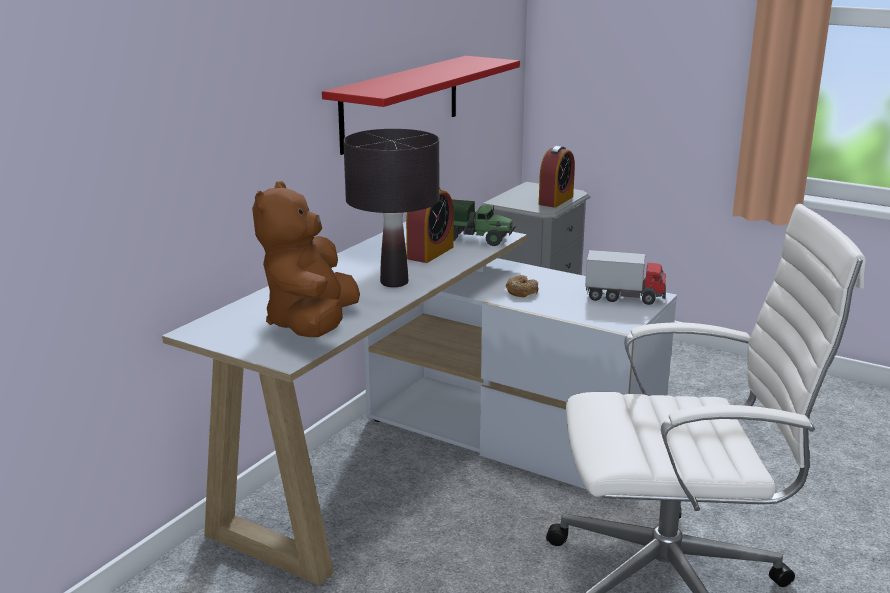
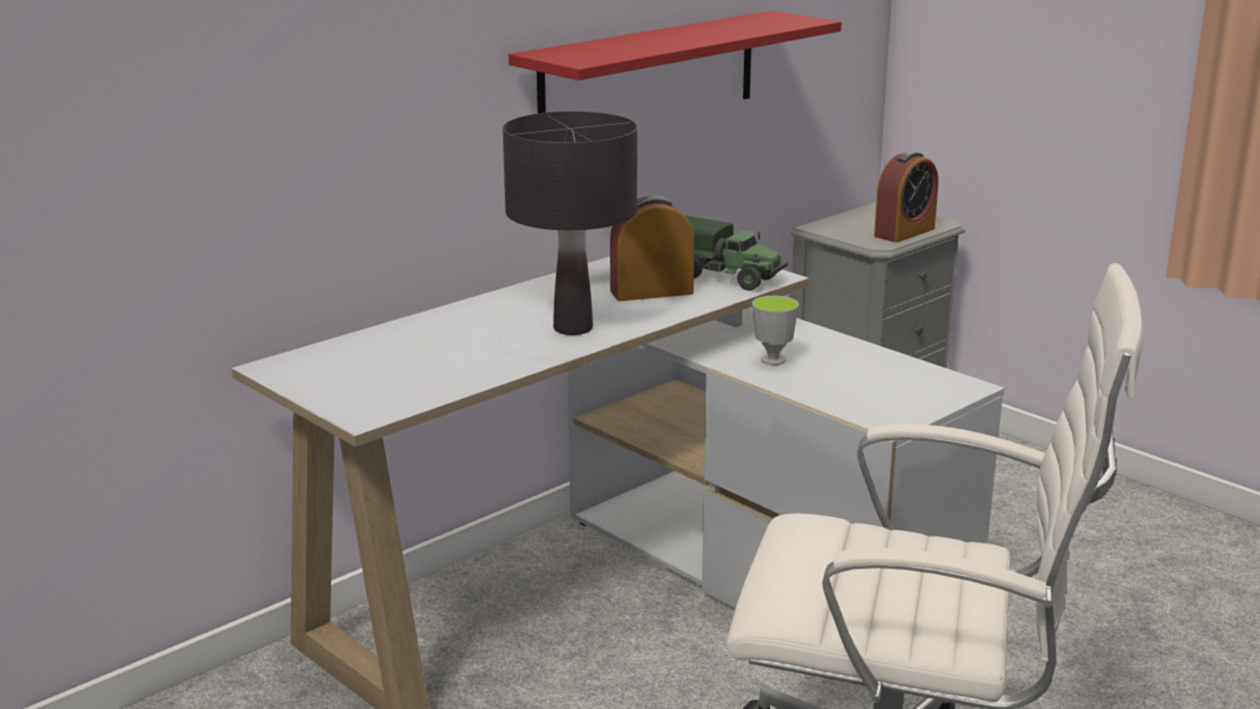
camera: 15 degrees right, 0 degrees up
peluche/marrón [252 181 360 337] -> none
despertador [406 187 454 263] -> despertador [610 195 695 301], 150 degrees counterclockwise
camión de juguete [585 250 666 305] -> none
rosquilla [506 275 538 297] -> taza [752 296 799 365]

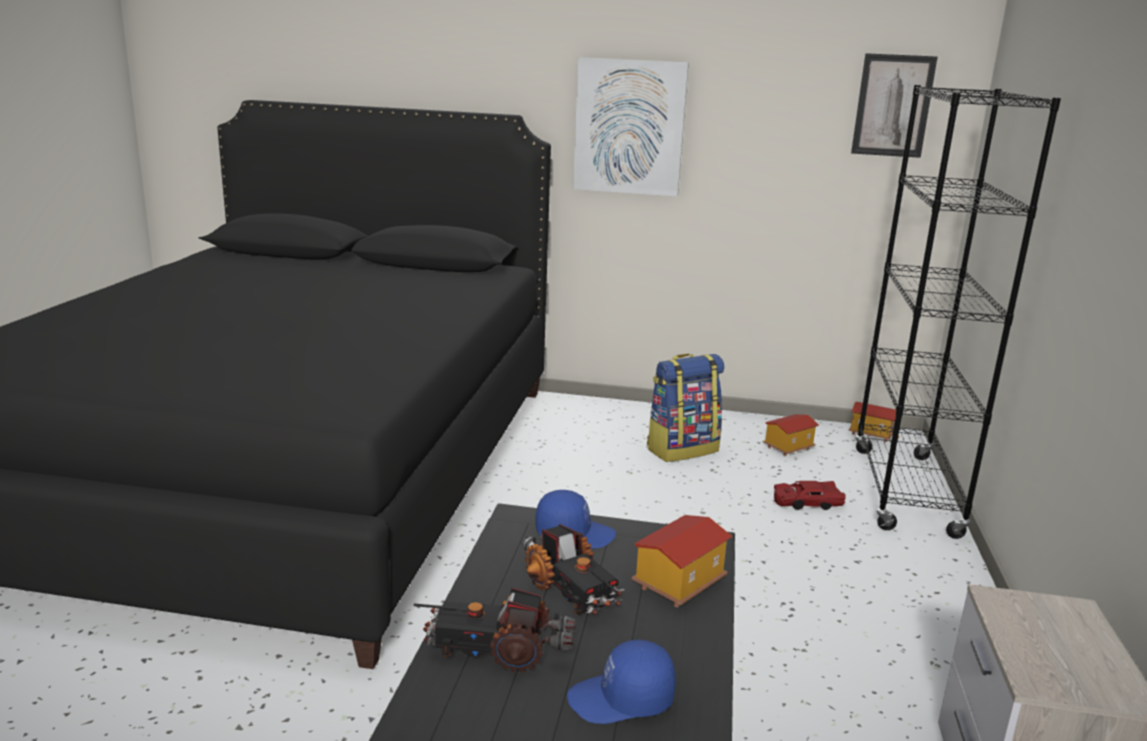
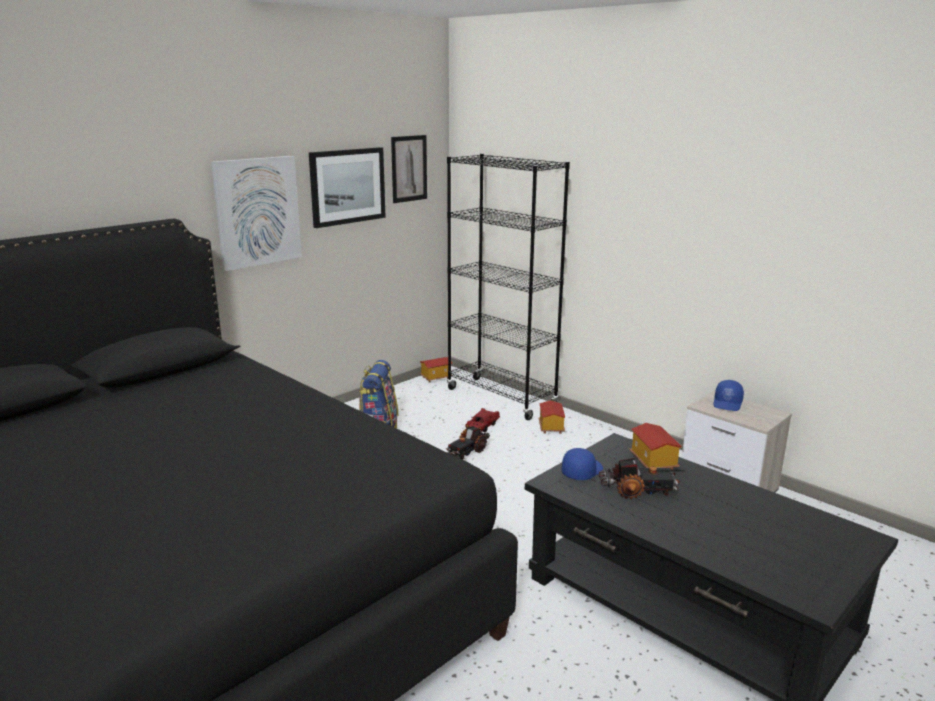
camera: 55 degrees left, 0 degrees up
casita [763 414 819 456] -> casita [539 400 565 434], relocated
camión de juguete [414 587 576 673] -> camión de juguete [446 426 490 459], relocated
gorra/azul [567 640 676 724] -> gorra/azul [713 380 744 411], relocated
none -> cuadro [309 147 386 228]

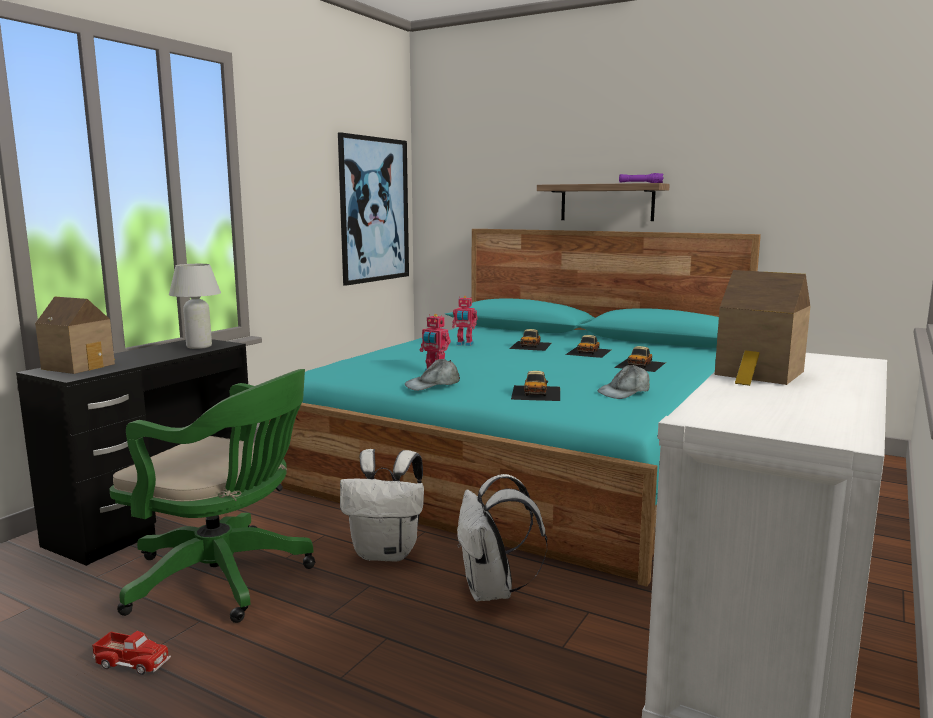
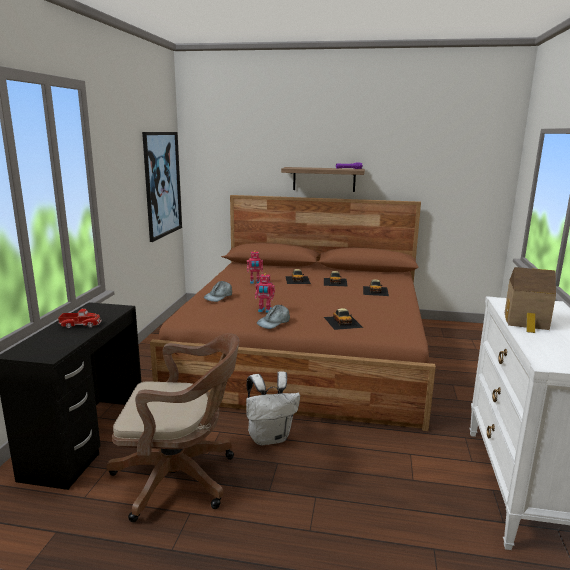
camera: 20 degrees left, 5 degrees up
cama/turquesa [269 229 761 587] -> cama/marrón [150 195 436 431]
lámpara de mesa/blanco [169 264 221 349] -> none
casita [35 296 115 374] -> none
gorra/gris [598 365 650 399] -> gorra/gris [204 281 232 302], relocated
silla de oficina/verde [109 369 315 623] -> silla de oficina/marrón [107 333 239 522]
mochila/blanco [457 474 547 602] -> none
camión de juguete [92 631 171 675] -> camión de juguete [58 309 102 329], relocated

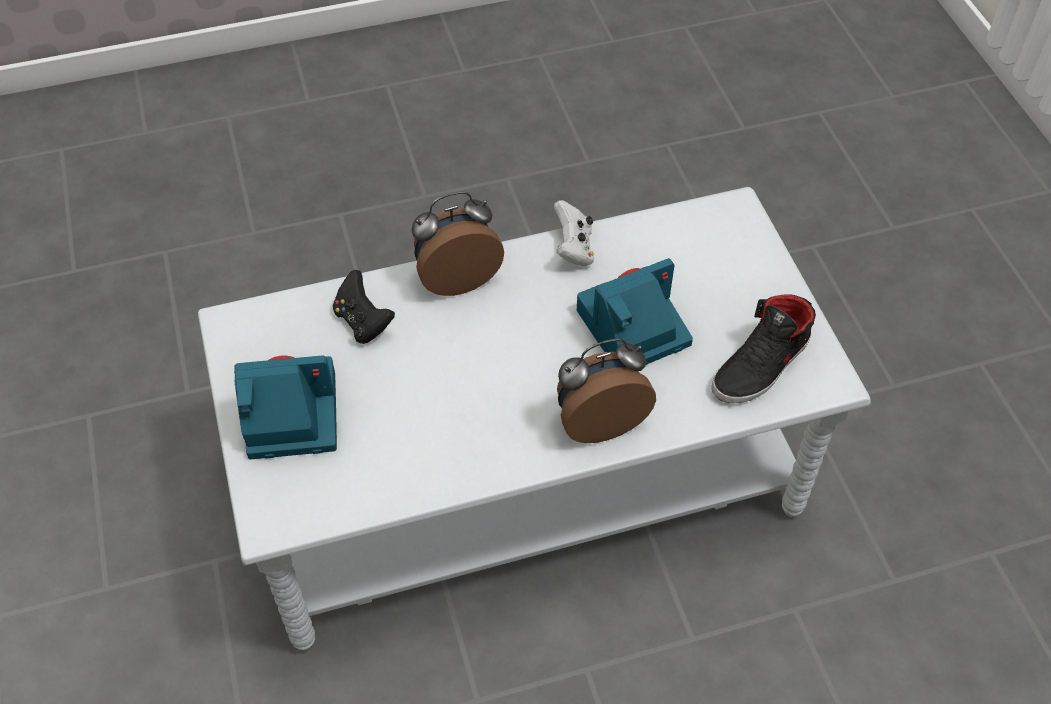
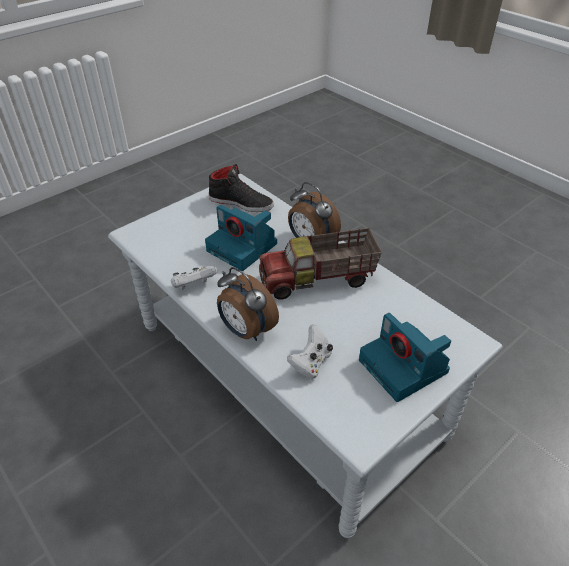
camera: 115 degrees left, 10 degrees down
mando de consola/negro [333 270 395 344] -> mando de consola/blanco [287 324 333 379]
none -> camión de juguete [259 228 382 300]

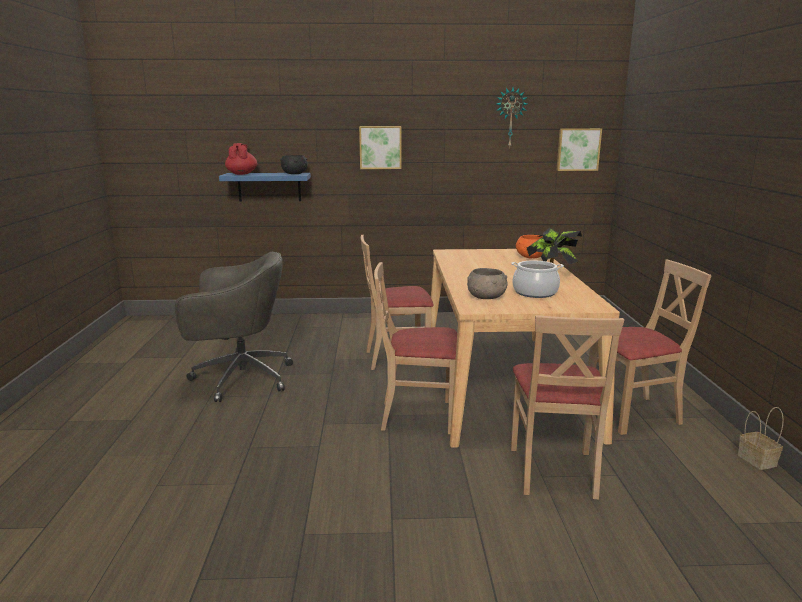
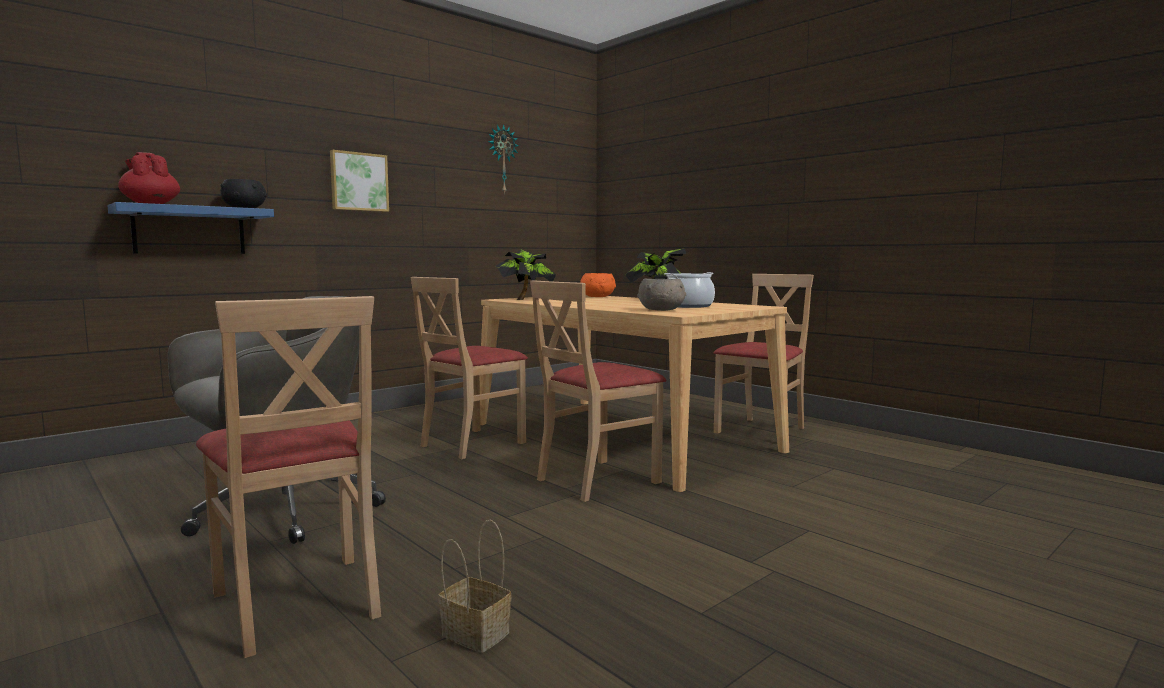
camera: 40 degrees left, 10 degrees down
cuadro [557 128 602 171] -> none
silla/beis [511 315 624 499] -> silla/beis [196 296 381 658], relocated
cesta [738 407 784 470] -> cesta [438 519 511 653], relocated
none -> planta en maceta [496 249 556 300]

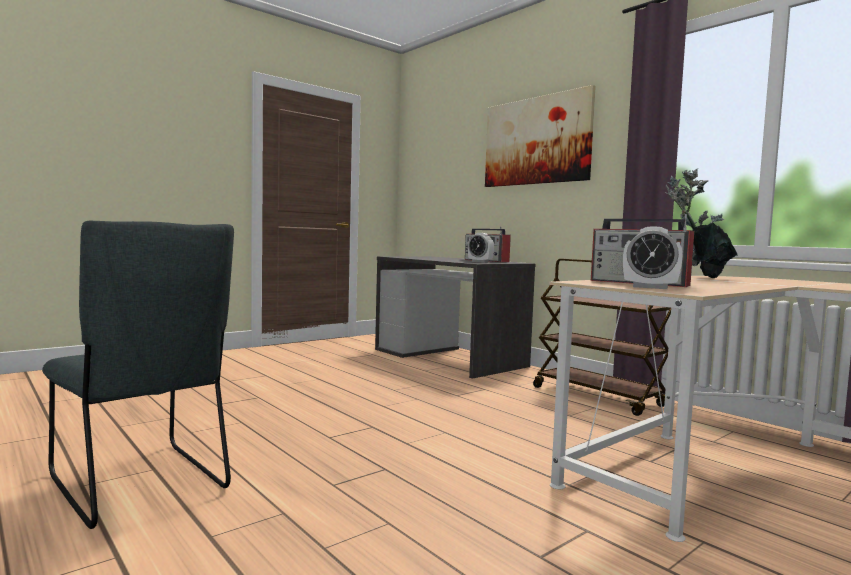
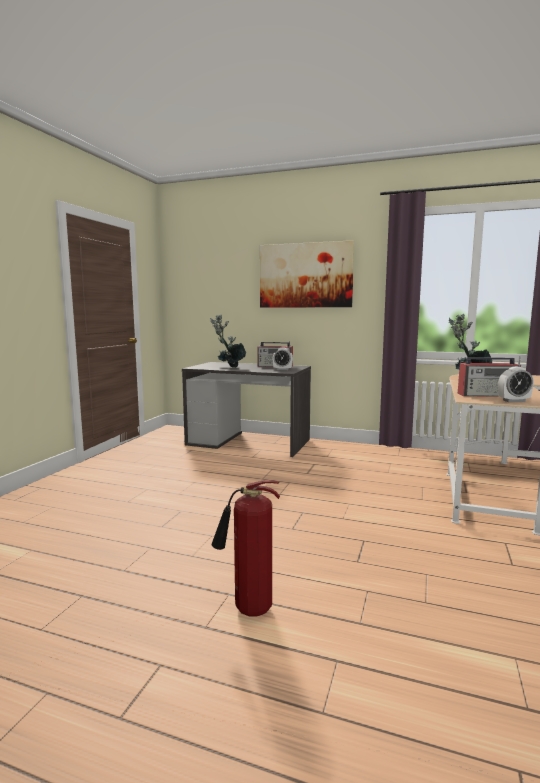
camera: 30 degrees left, 5 degrees up
silla/gris [42 221 234 529] -> extintor [212 480 280 616]
carrito/marrón [533 259 671 416] -> none
none -> planta en maceta [210 315 246 368]

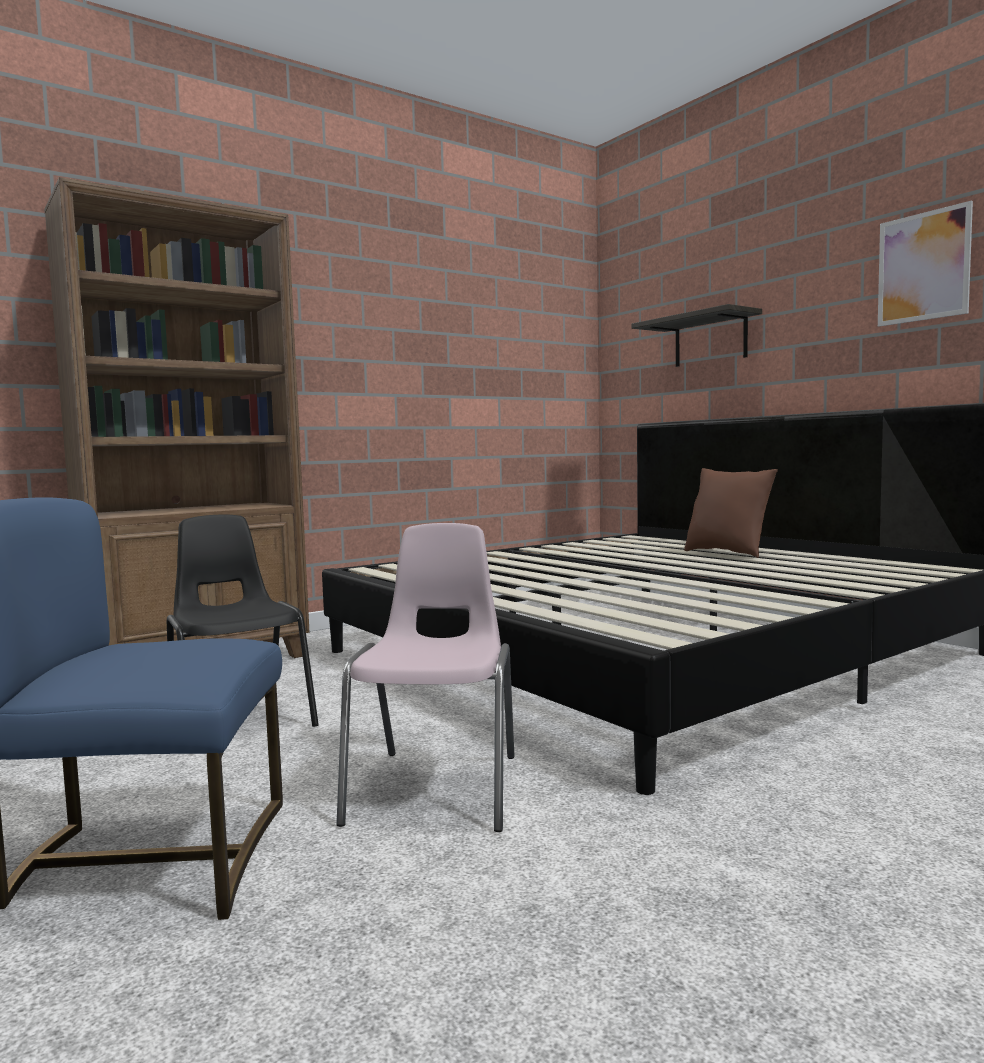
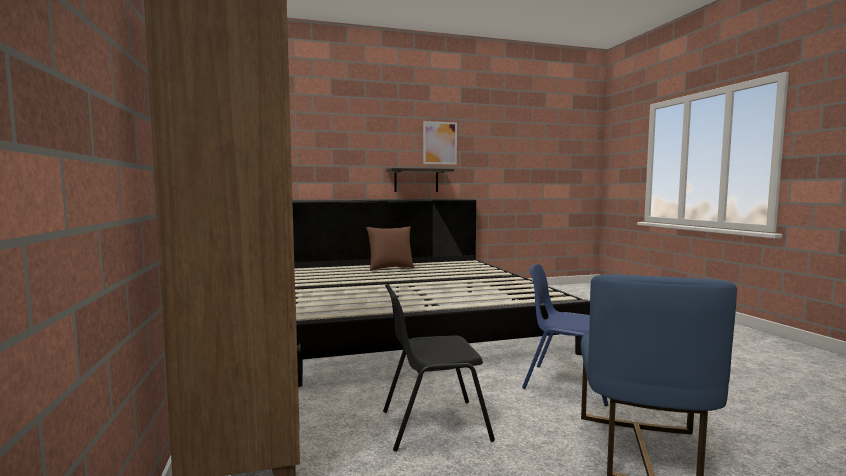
camera: 70 degrees left, 0 degrees up
estante [631 304 762 367] -> estante [386 168 454 192], relocated
silla/rosa [336 523 514 832] -> silla/azul [522 264 608 406]

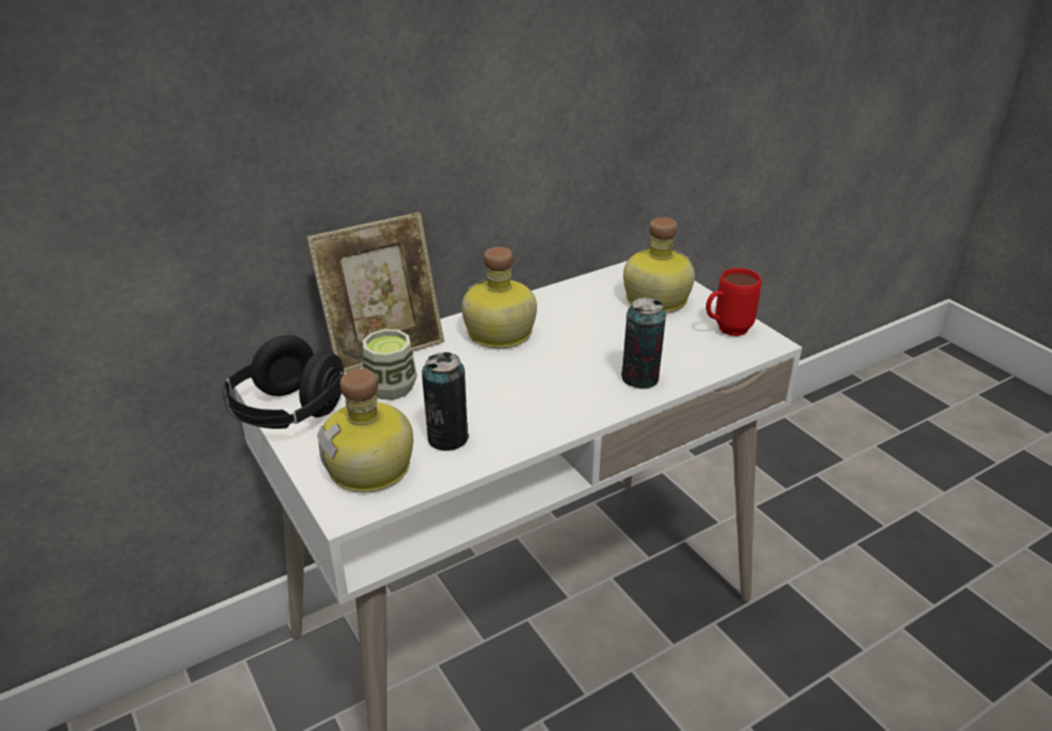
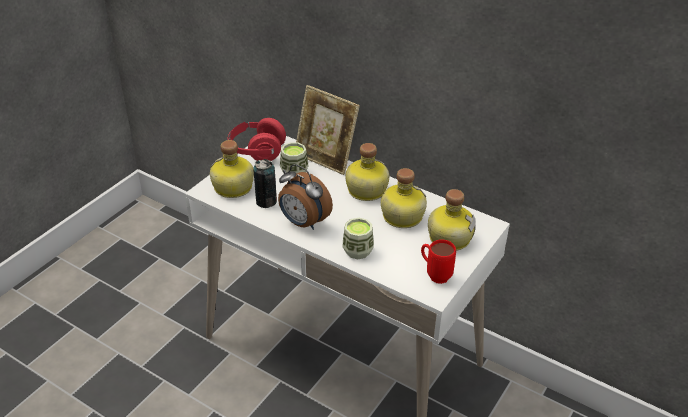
camera: 65 degrees right, 5 degrees up
lata [621 297 666 389] -> taza [343 218 374 259]
auriculares/negro [222 335 344 429] -> auriculares/rojo [228 118 286 161]
none -> despertador [278 164 333 230]
none -> botella [381 168 427 228]

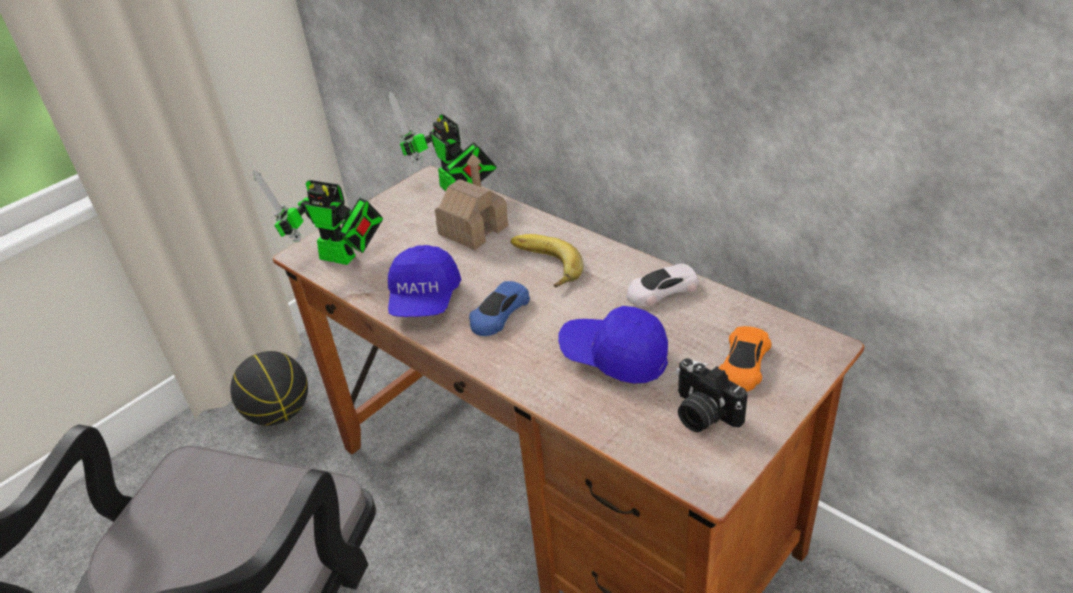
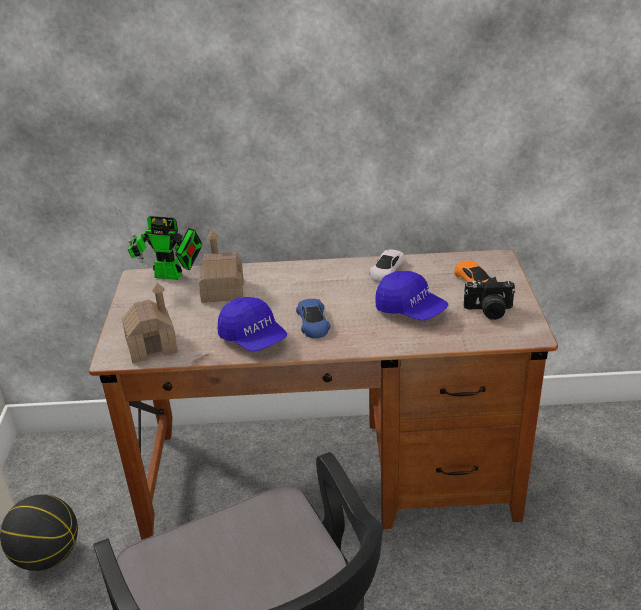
camera: 45 degrees left, 5 degrees down
robot de juguete [253 170 383 265] -> casita [122 283 178 364]
plátano [511 234 584 287] -> none
gorra/azul [558 306 668 383] -> gorra/azul [375 271 448 321], 120 degrees counterclockwise

